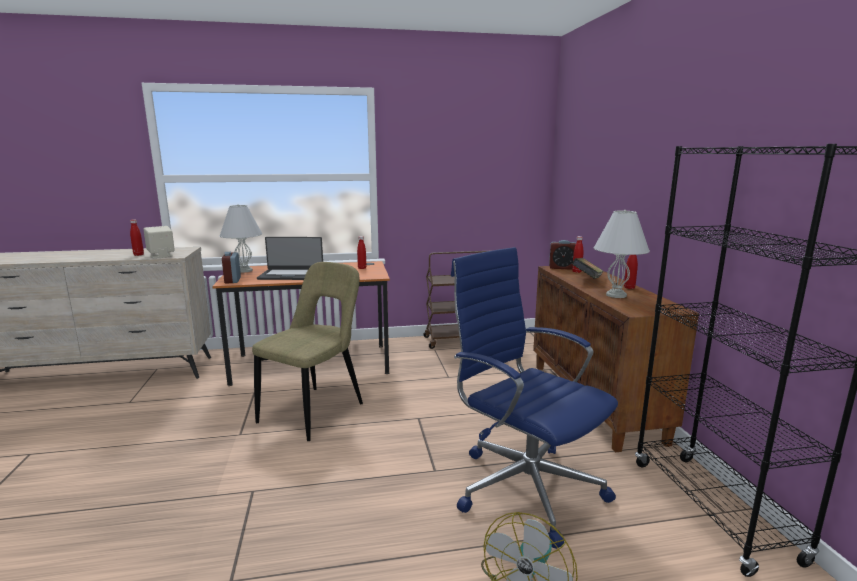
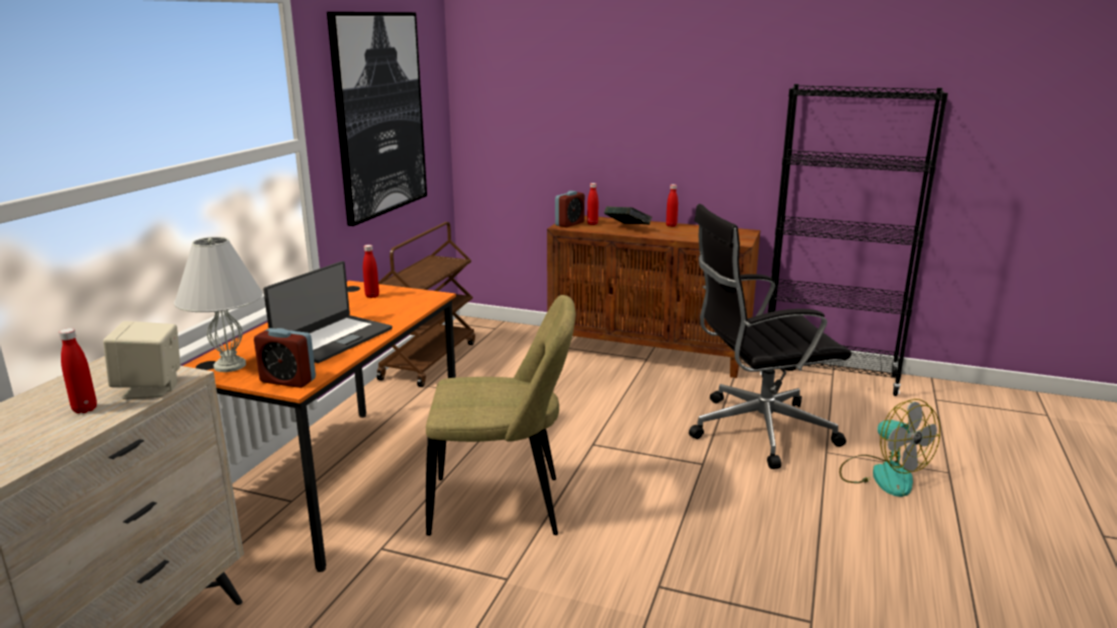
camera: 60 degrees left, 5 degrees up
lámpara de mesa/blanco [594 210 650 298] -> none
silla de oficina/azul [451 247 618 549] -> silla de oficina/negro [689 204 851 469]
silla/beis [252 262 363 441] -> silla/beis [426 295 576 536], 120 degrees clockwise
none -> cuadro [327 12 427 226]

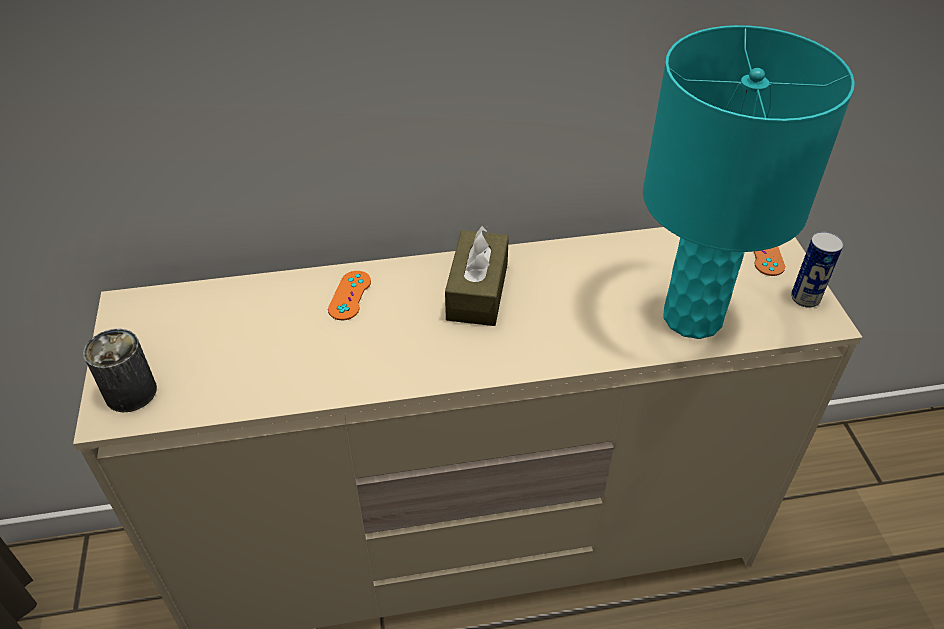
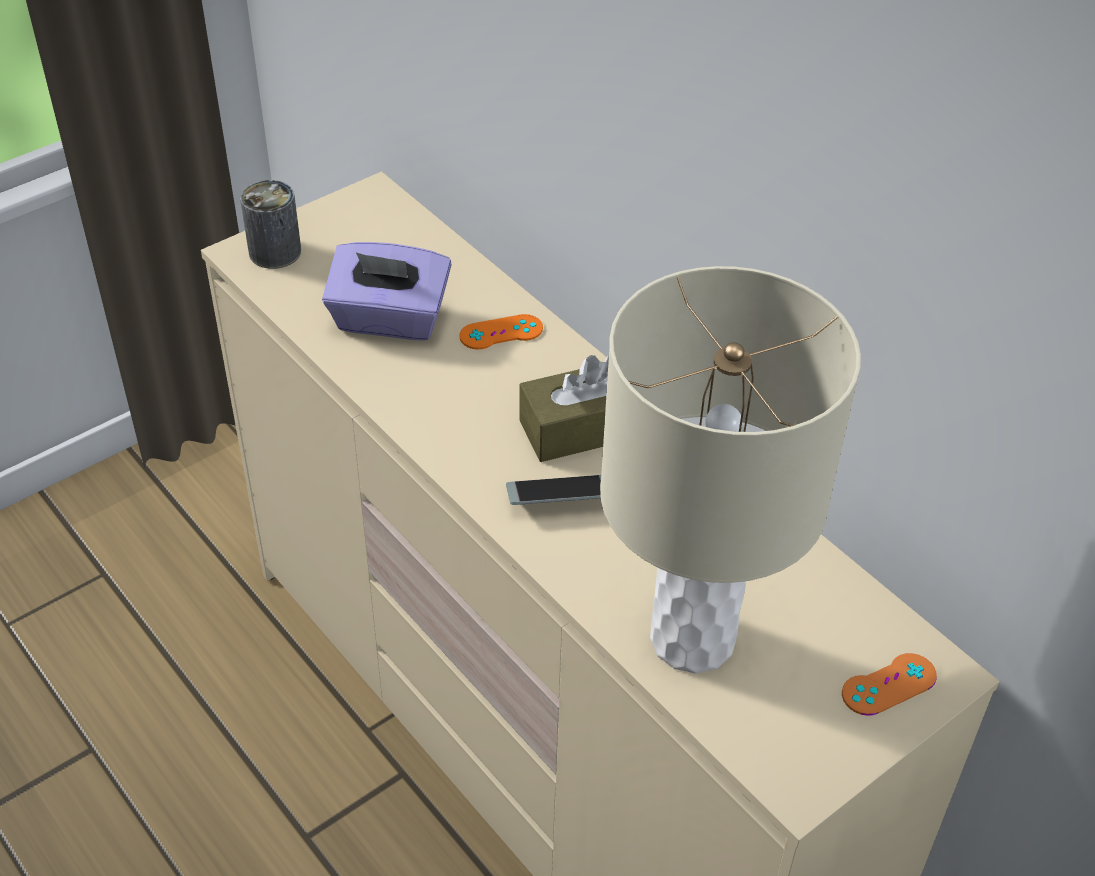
camera: 60 degrees right, 0 degrees up
lámpara de mesa/turquesa [643 25 855 339] -> lámpara de mesa/beis [600 266 861 674]
lata [791 232 843 308] -> none
none -> caja de pañuelos/morado [322 242 451 341]
none -> móvil [506 475 601 505]

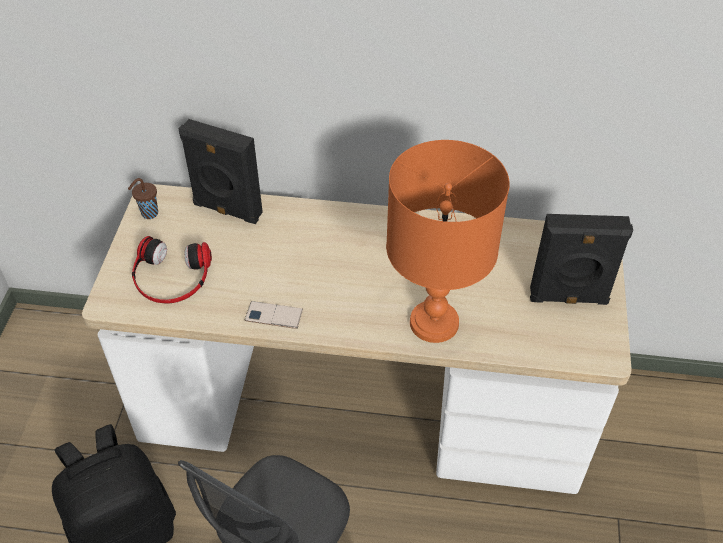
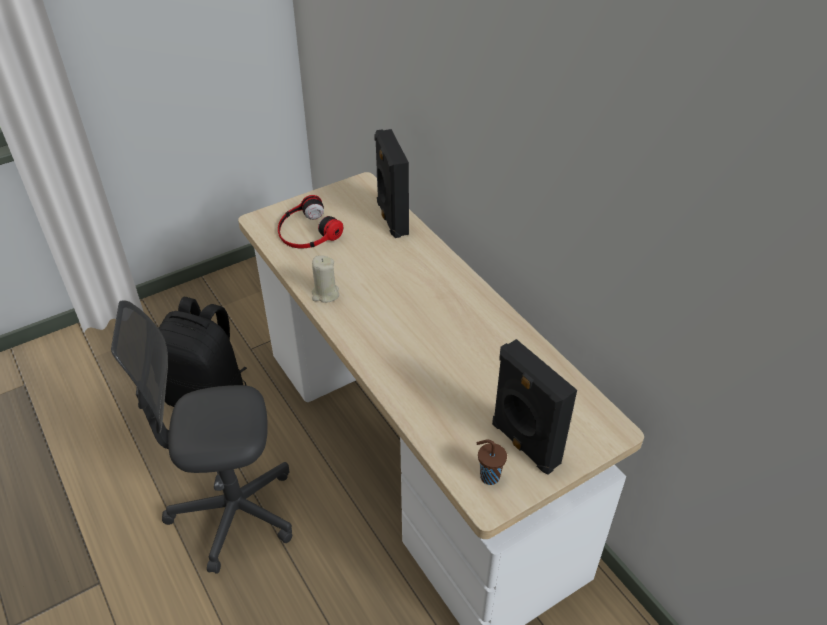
camera: 50 degrees right, 5 degrees down
lámpara de mesa/naranja [386 140 510 343] -> none
taza/marrón [128 178 158 219] -> taza/marrón [477 440 507 485], relocated
móvil [245 301 303 329] -> vela/beis [312 255 339 303]

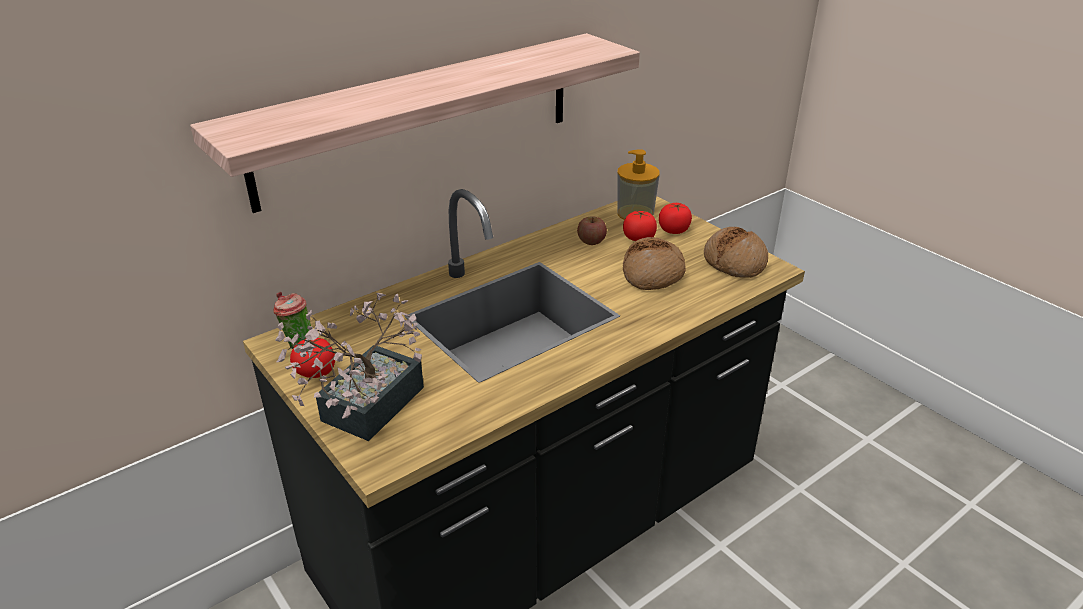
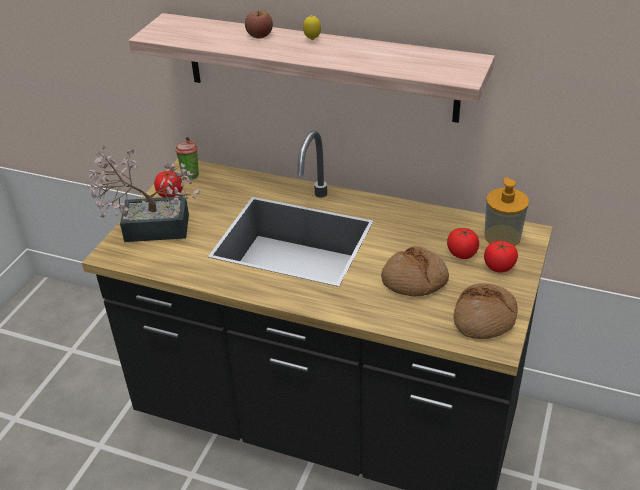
camera: 60 degrees right, 5 degrees up
manzana [577 216 607 245] -> manzana [245 11 273 38], relocated
none -> limón [303 15 321 40]

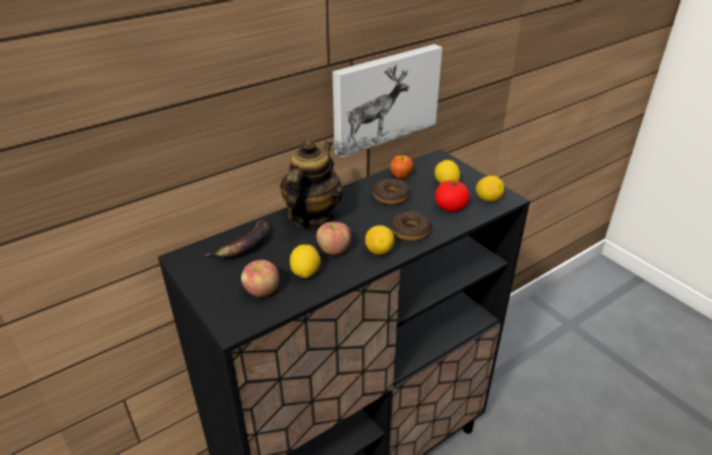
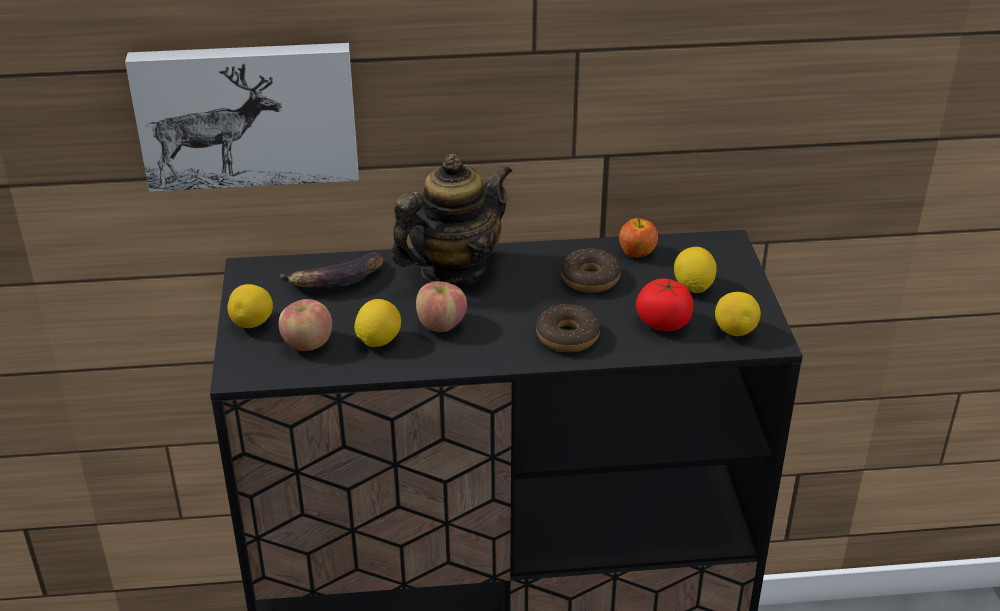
camera: 30 degrees right, 0 degrees up
cuadro [333 44 442 158] -> cuadro [125 43 359 192], relocated
limón [365 225 395 255] -> limón [227 284 273 328], relocated

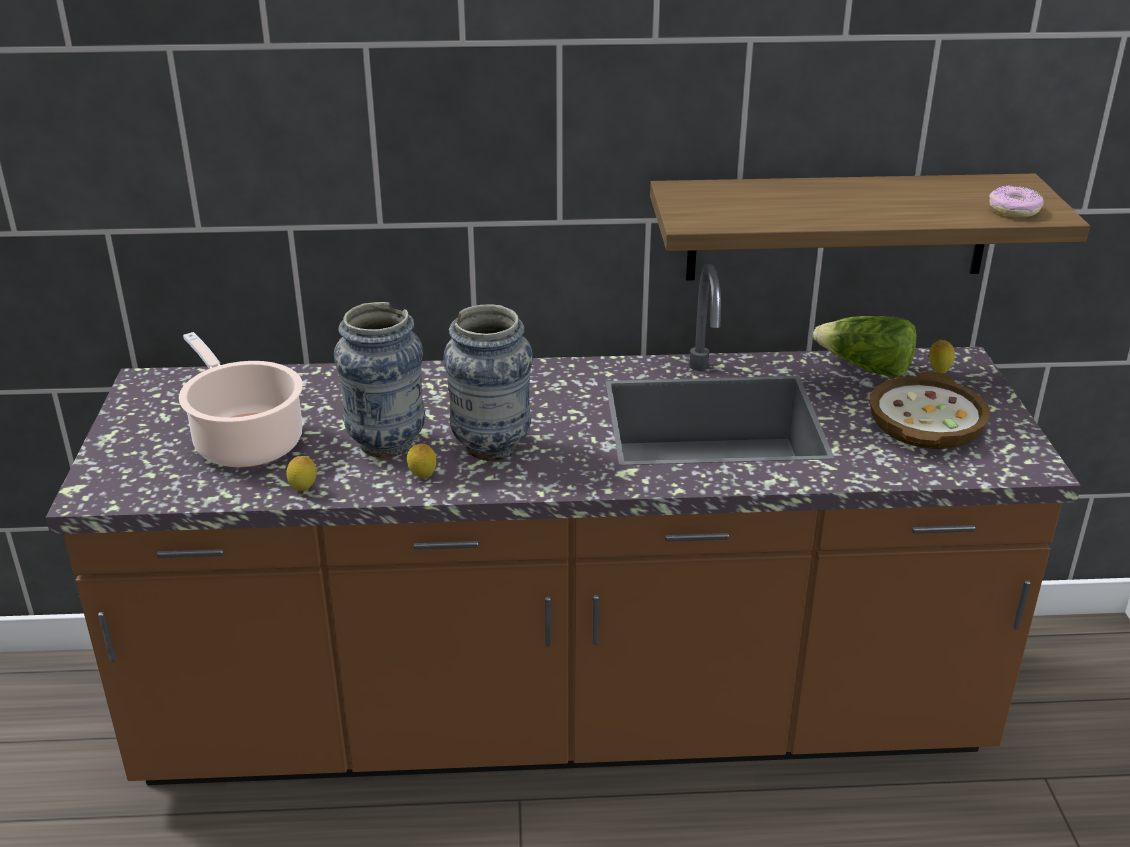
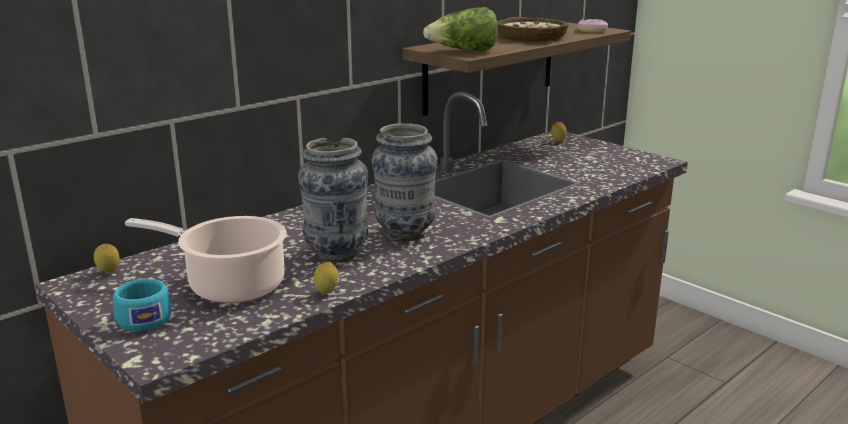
camera: 40 degrees left, 10 degrees down
lechuga [813 316 917 378] -> lechuga [423 7 498 51], relocated
cuenco [870 372 990 449] -> cuenco [497 17 569 41], relocated
limón [407 444 436 479] -> limón [94 244 119 273], relocated
none -> taza/turquesa [113 279 172 331]

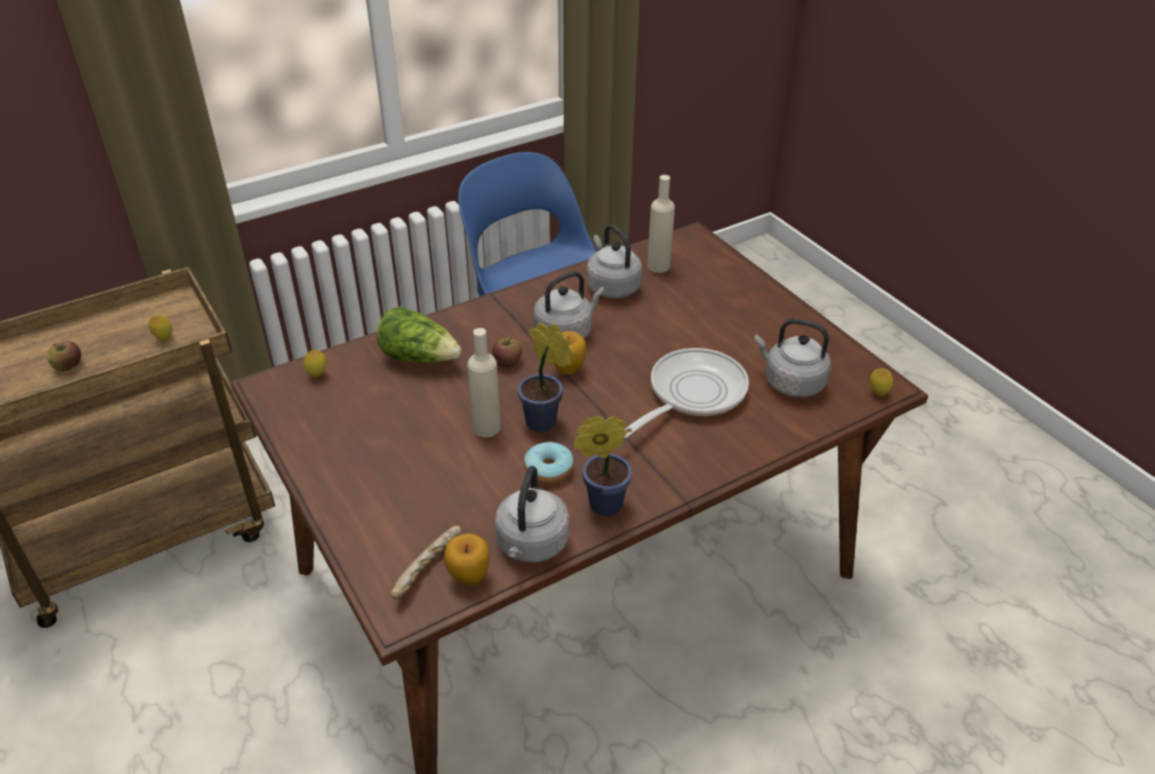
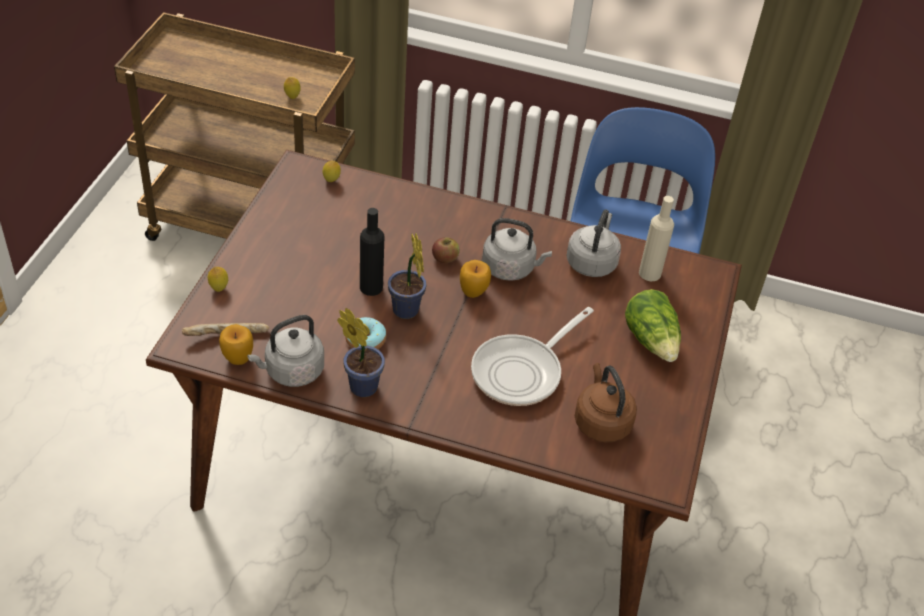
camera: 45 degrees right, 5 degrees up
lechuga [377 306 461 363] -> lechuga [625 289 681 362], relocated
hervidor/gris [754 318 831 397] -> hervidor/marrón [575 363 637 443]
botella/beis [467 328 501 438] -> botella/negro [360 208 384 296]
manzana [47 341 81 371] -> none
sartén [623 348 749 438] -> sartén [471 307 594 406], 135 degrees clockwise
limón [870 368 893 396] -> limón [208 267 228 292], relocated

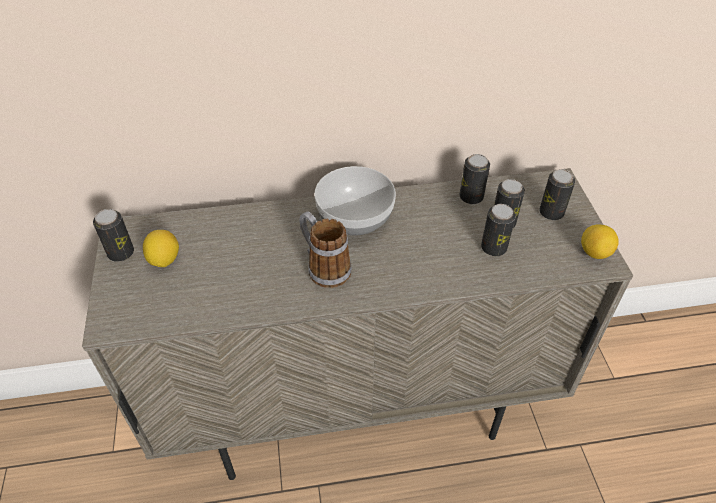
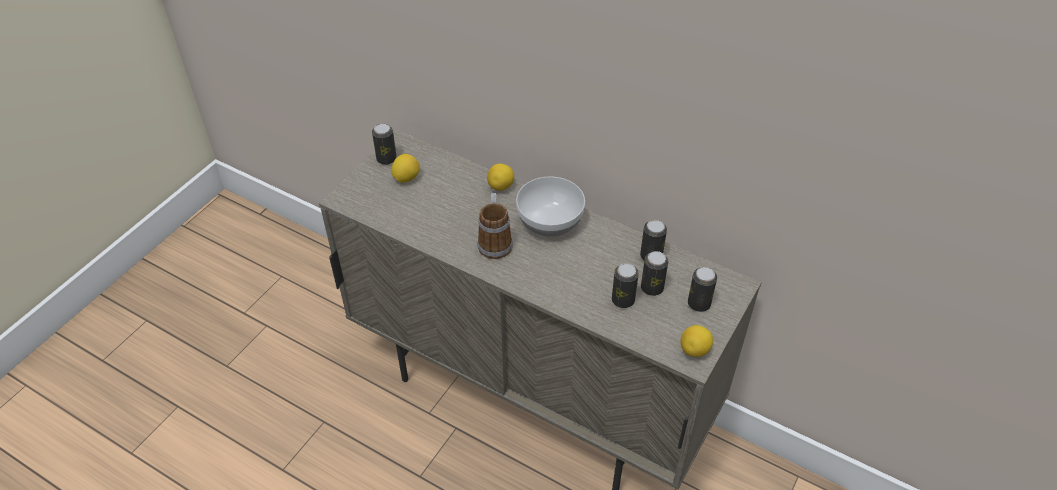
camera: 40 degrees right, 0 degrees up
none -> limón [487 164 514 191]

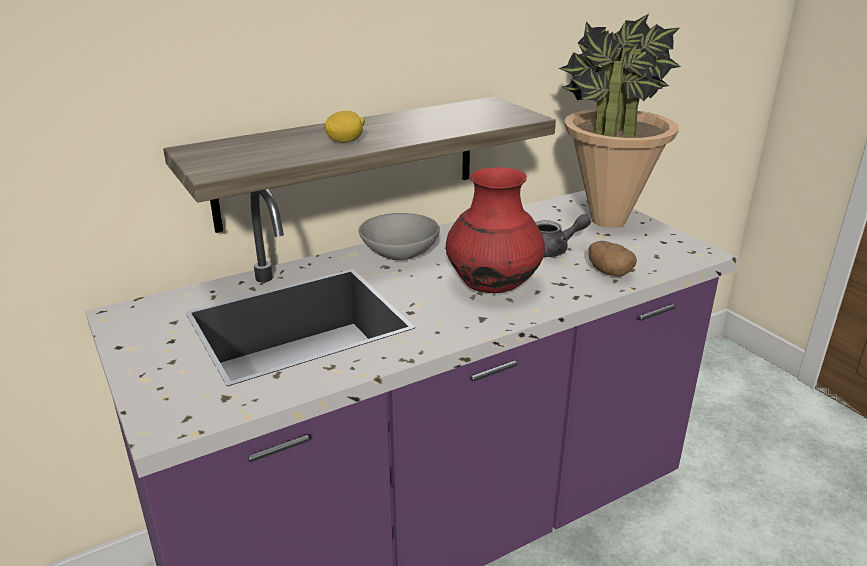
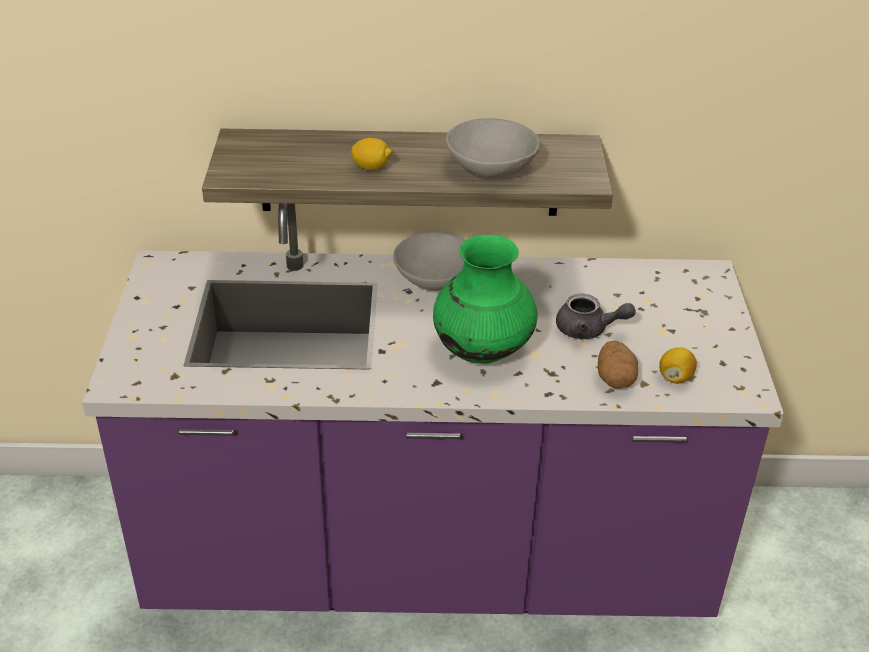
camera: 30 degrees right, 10 degrees up
planta en maceta [559 14 681 228] -> none
florero/rojo [446 167 545 293] -> florero/verde [433 235 537 364]
none -> cuenco/gris [446 118 540 178]
none -> limón [659 347 697 384]

